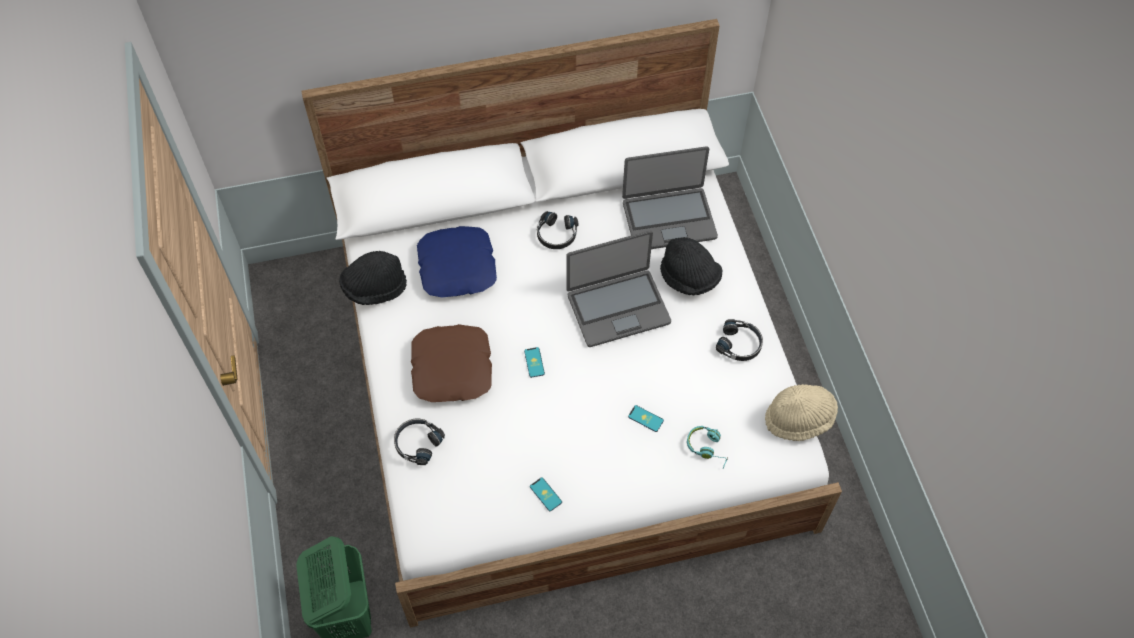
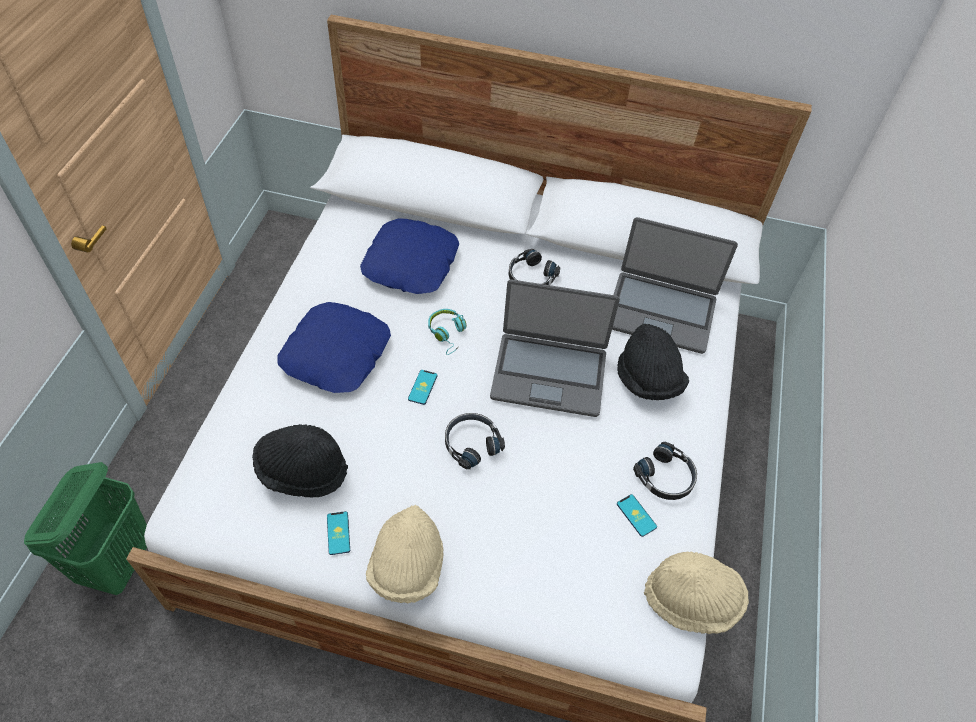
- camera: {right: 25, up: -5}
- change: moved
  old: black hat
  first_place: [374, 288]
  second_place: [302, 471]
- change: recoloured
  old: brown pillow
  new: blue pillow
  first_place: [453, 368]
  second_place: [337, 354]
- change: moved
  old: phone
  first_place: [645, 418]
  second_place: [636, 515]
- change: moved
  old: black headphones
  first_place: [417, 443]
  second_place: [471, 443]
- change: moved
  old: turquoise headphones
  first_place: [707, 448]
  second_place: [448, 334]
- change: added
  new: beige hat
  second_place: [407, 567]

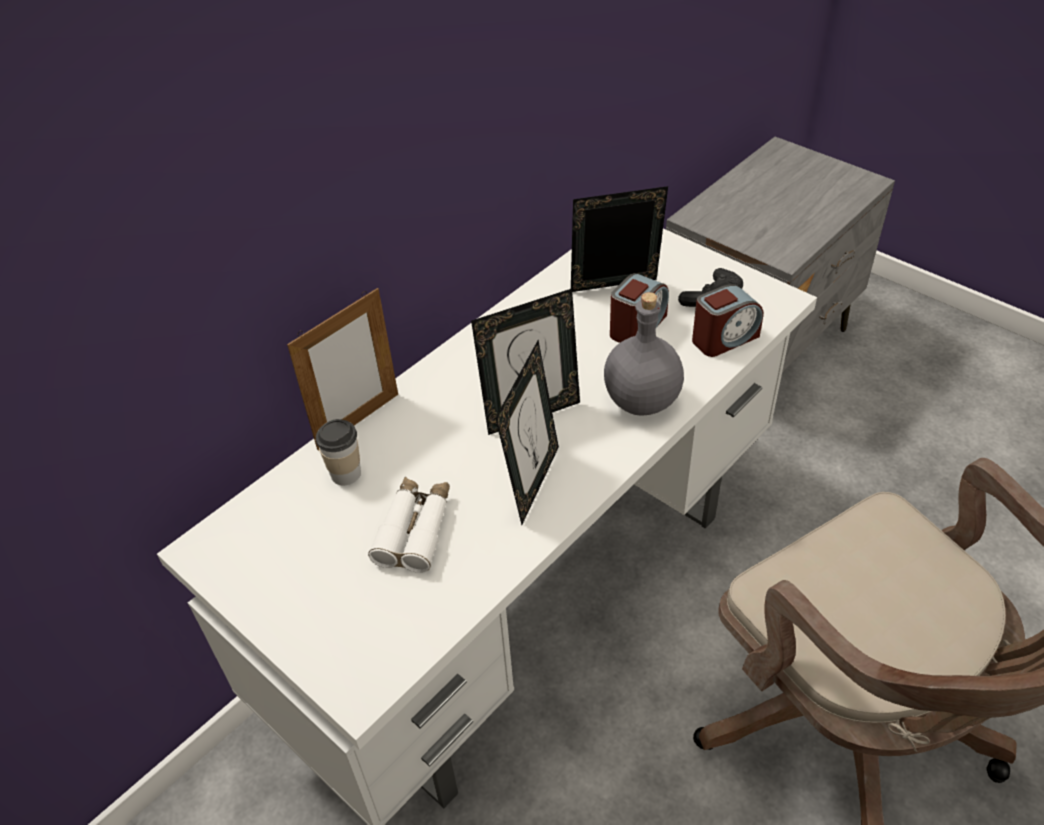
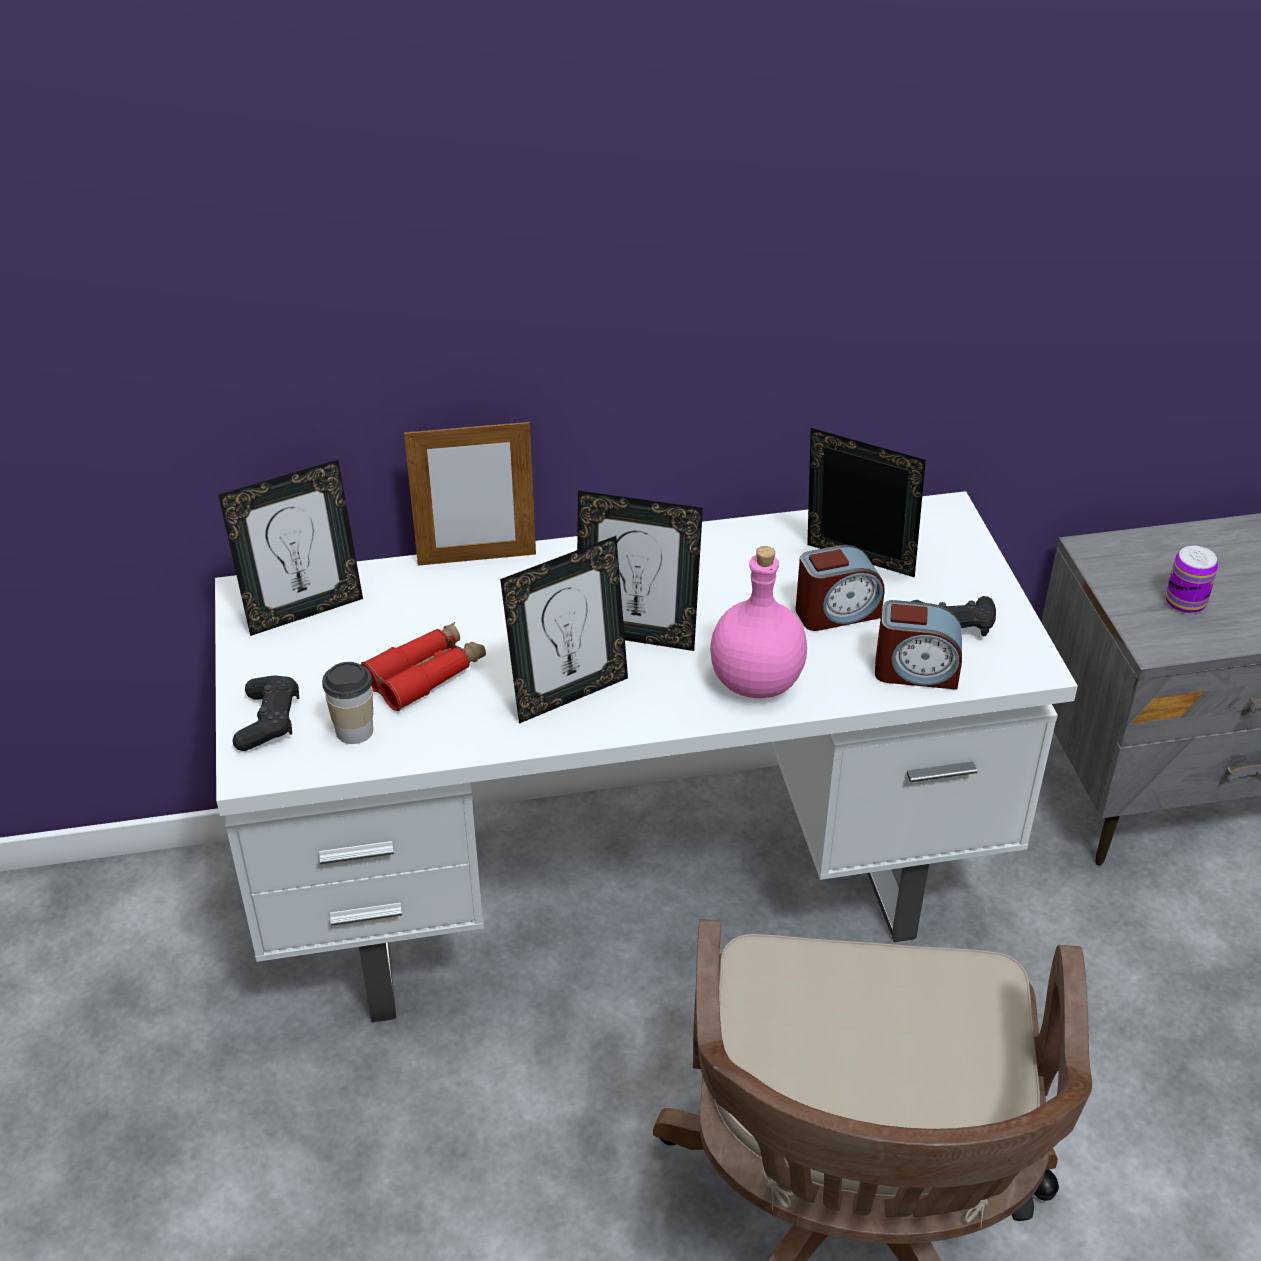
- camera: {right: 35, up: -5}
- change: recoloured
  old: grey bottle
  new: pink bottle
  first_place: [643, 401]
  second_place: [758, 683]
- change: moved
  old: cup
  first_place: [346, 473]
  second_place: [354, 731]
- change: recoloured
  old: white binoculars
  new: red binoculars
  first_place: [415, 530]
  second_place: [426, 674]
- change: added
  new: picture frame
  second_place: [303, 611]
- change: added
  new: can
  second_place: [1185, 602]
- change: added
  new: black game controller
  second_place: [269, 721]

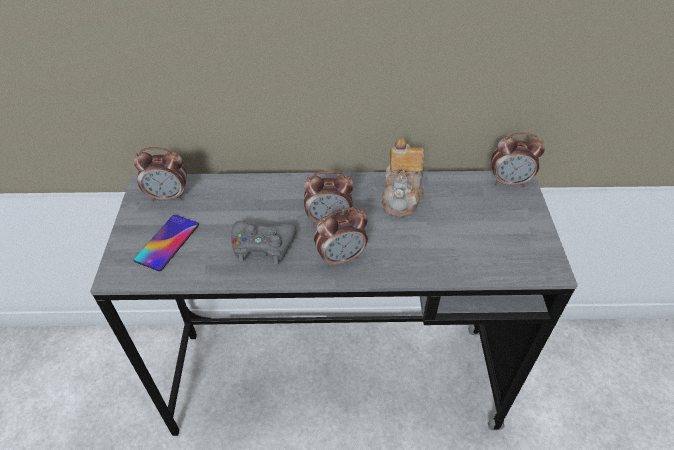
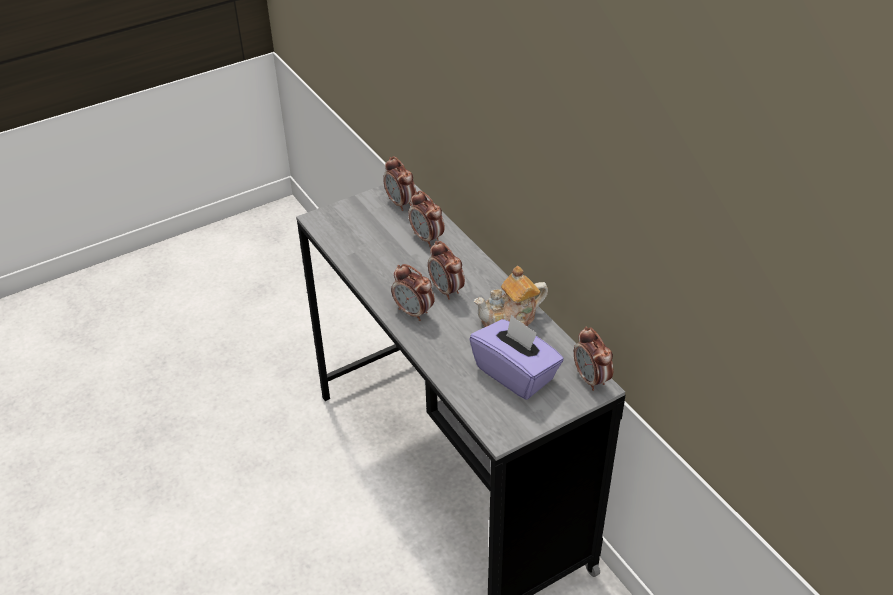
- camera: {right: 60, up: -5}
- change: removed
  old: phone
  first_place: [167, 242]
- change: removed
  old: grey game controller
  first_place: [262, 246]
- change: added
  new: alarm clock
  second_place: [427, 238]
- change: added
  new: purple tissue box
  second_place: [515, 373]

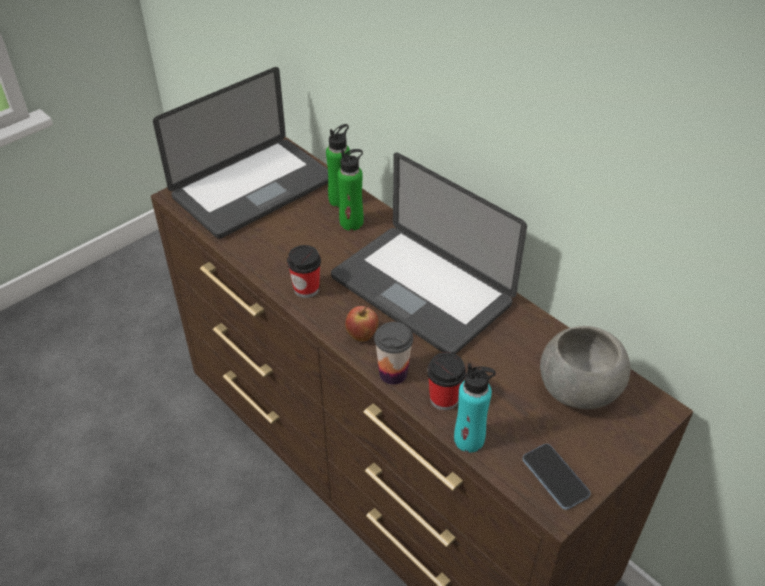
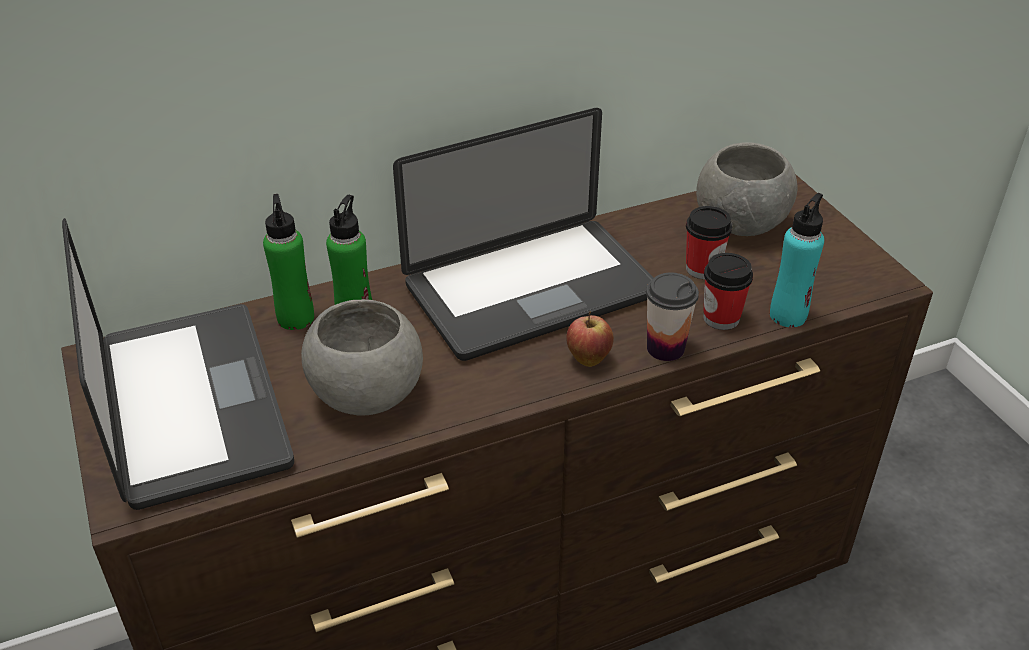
- camera: {right: -70, up: -5}
- change: moved
  old: cup
  first_place: [306, 289]
  second_place: [703, 269]
- change: removed
  old: phone
  first_place: [555, 477]
- change: added
  new: grey bowl
  second_place: [365, 394]

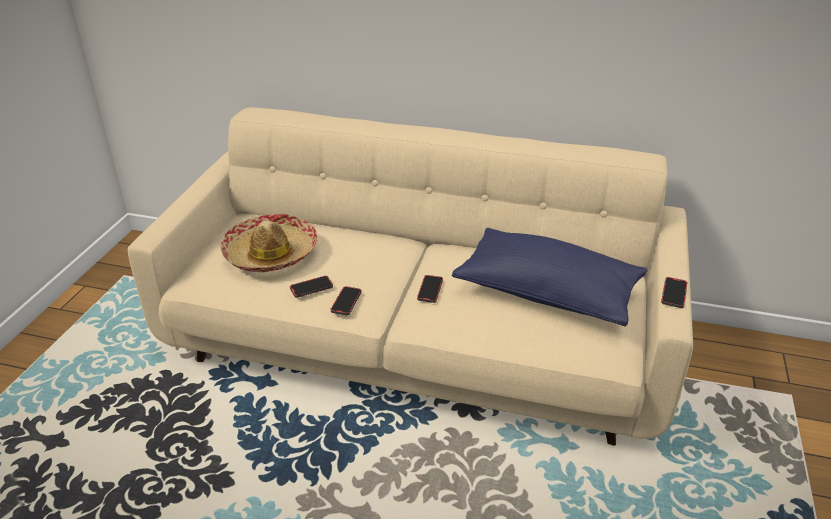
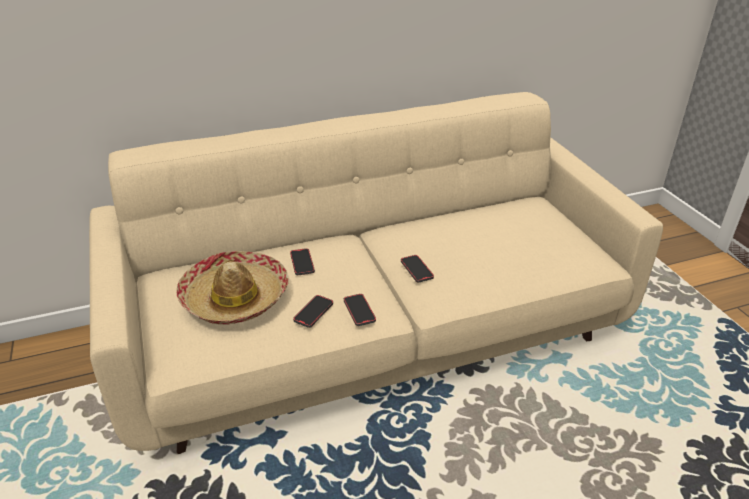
- camera: {right: -35, up: 0}
- change: removed
  old: blue pillow
  first_place: [547, 293]
- change: moved
  old: phone
  first_place: [673, 294]
  second_place: [302, 263]

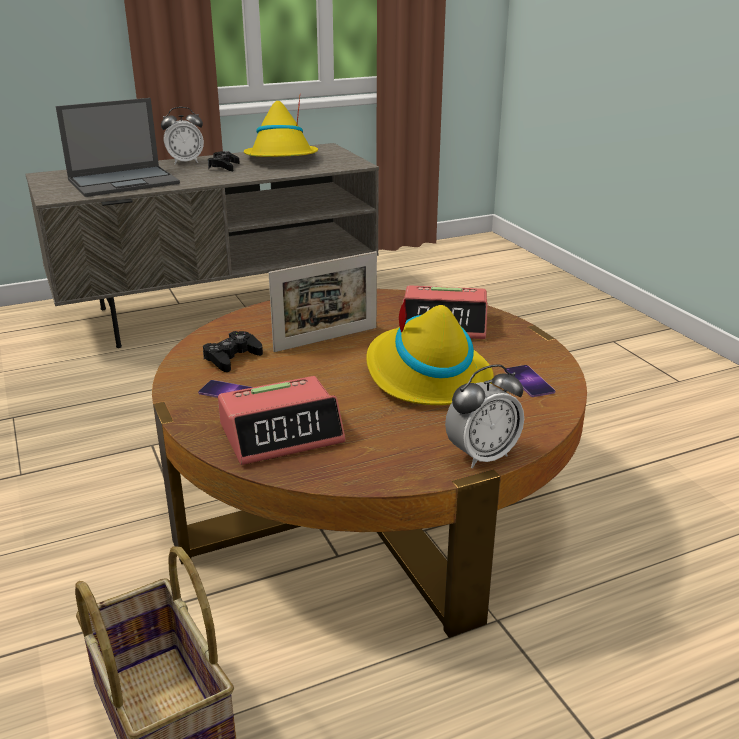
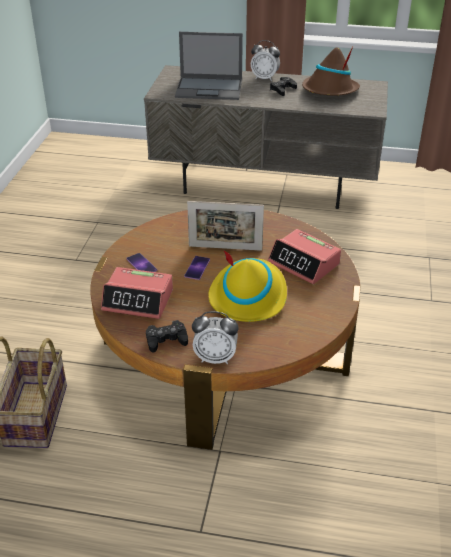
- camera: {right: 35, up: 10}
- change: recoloured
  old: yellow hat
  new: brown hat
  first_place: [282, 159]
  second_place: [329, 91]
- change: moved
  old: black game controller
  first_place: [232, 358]
  second_place: [166, 340]
- change: moved
  old: phone
  first_place: [529, 381]
  second_place: [197, 268]

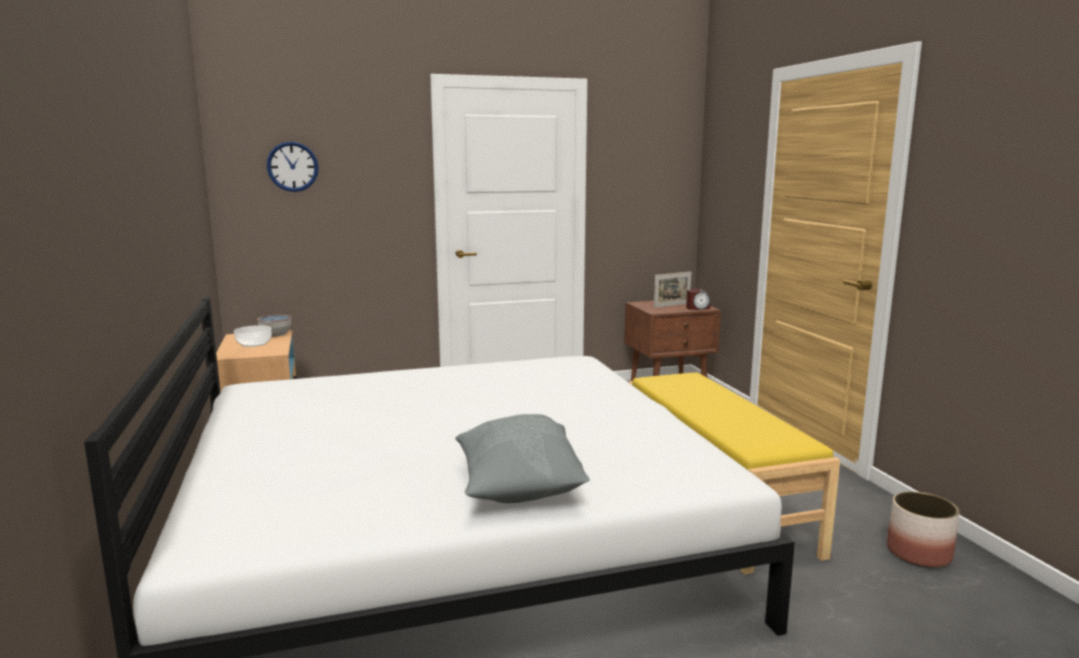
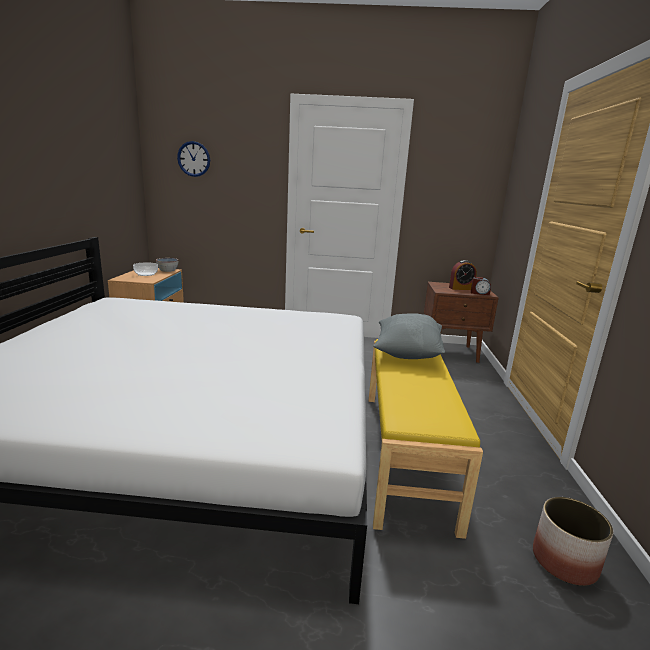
- camera: {right: 20, up: 5}
- change: replaced
  old: picture frame
  new: alarm clock
  first_place: [672, 305]
  second_place: [461, 288]
- change: moved
  old: grey pillow
  first_place: [519, 489]
  second_place: [407, 353]

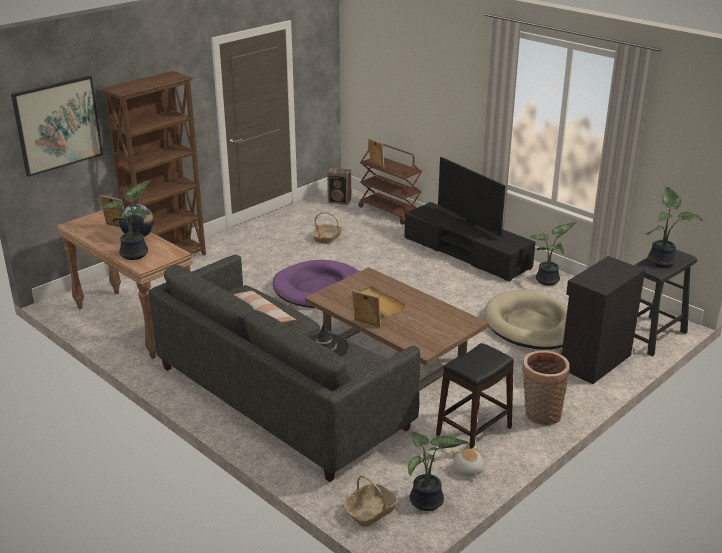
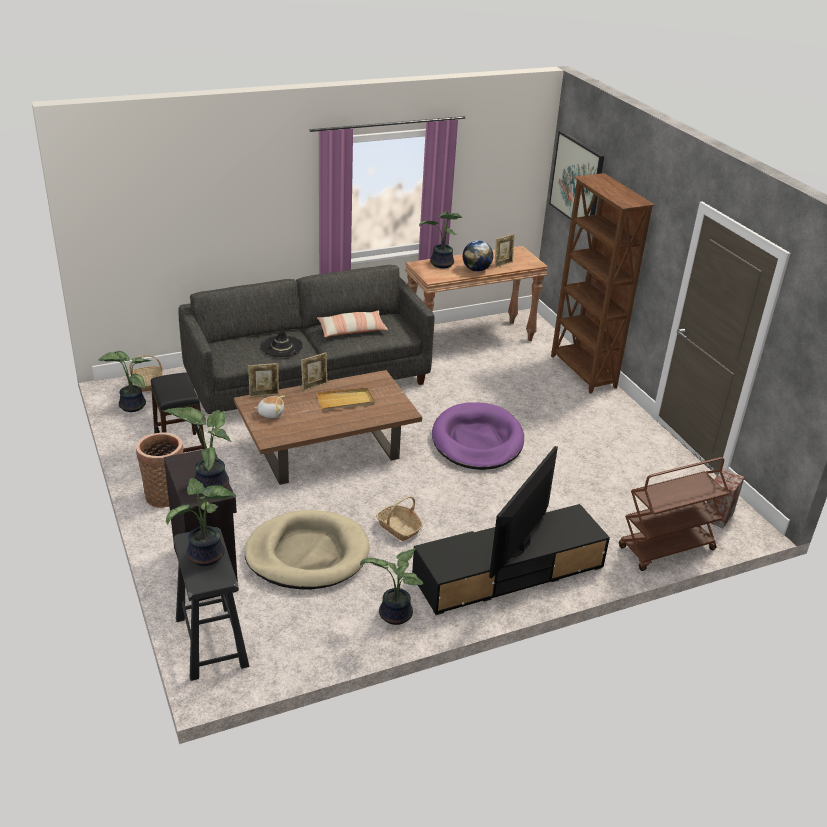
- camera: {right: 110, up: 5}
- change: moved
  old: picture frame
  first_place: [376, 165]
  second_place: [264, 394]
- change: turned
  old: television
  first_place: [469, 223]
  second_place: [521, 546]
  degrees: -45
- change: moved
  old: basket
  first_place: [327, 238]
  second_place: [399, 528]
- change: moved
  old: plush toy
  first_place: [468, 470]
  second_place: [271, 413]
- change: added
  new: potted plant
  second_place: [210, 484]

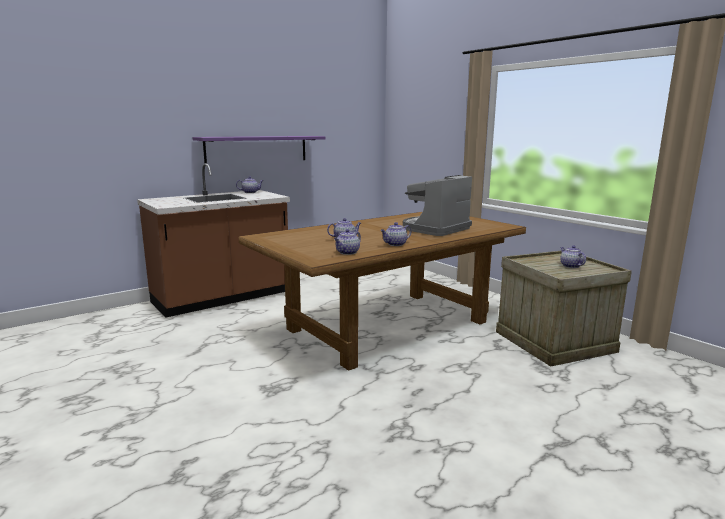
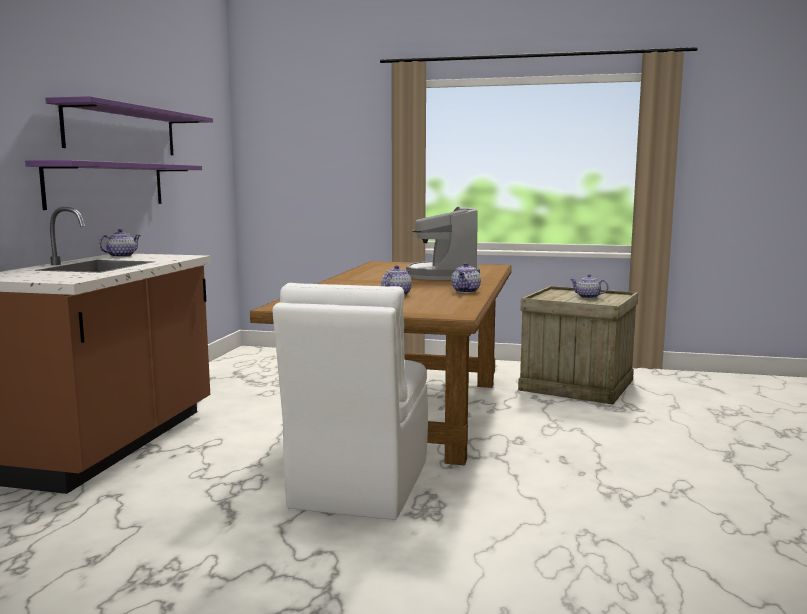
- camera: {right: -40, up: -5}
- change: removed
  old: teapot
  first_place: [347, 253]
- change: added
  new: purple shelf
  second_place: [122, 131]
- change: added
  new: white chair
  second_place: [359, 486]

